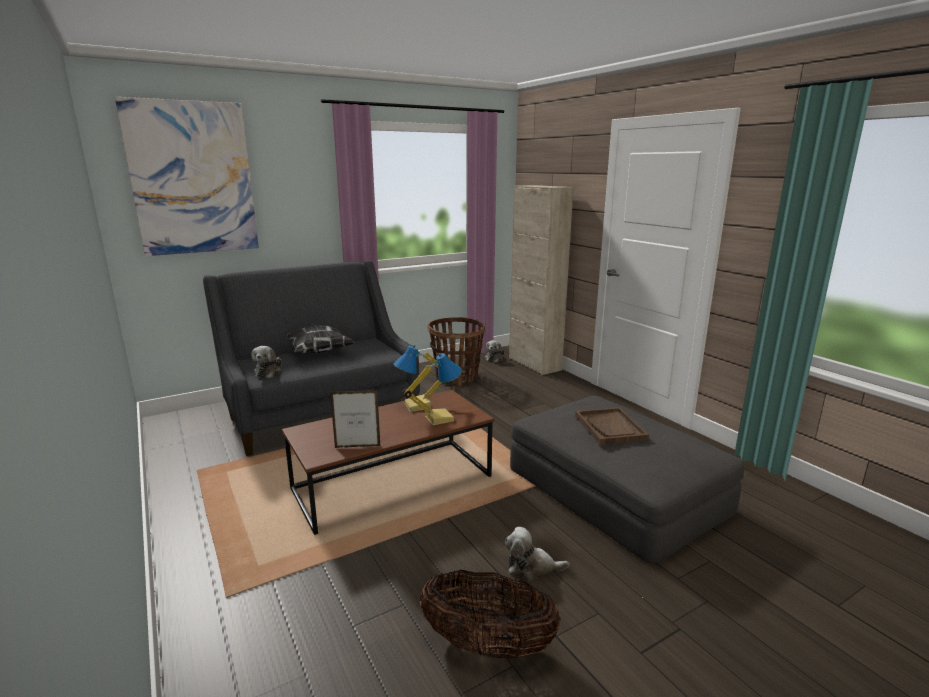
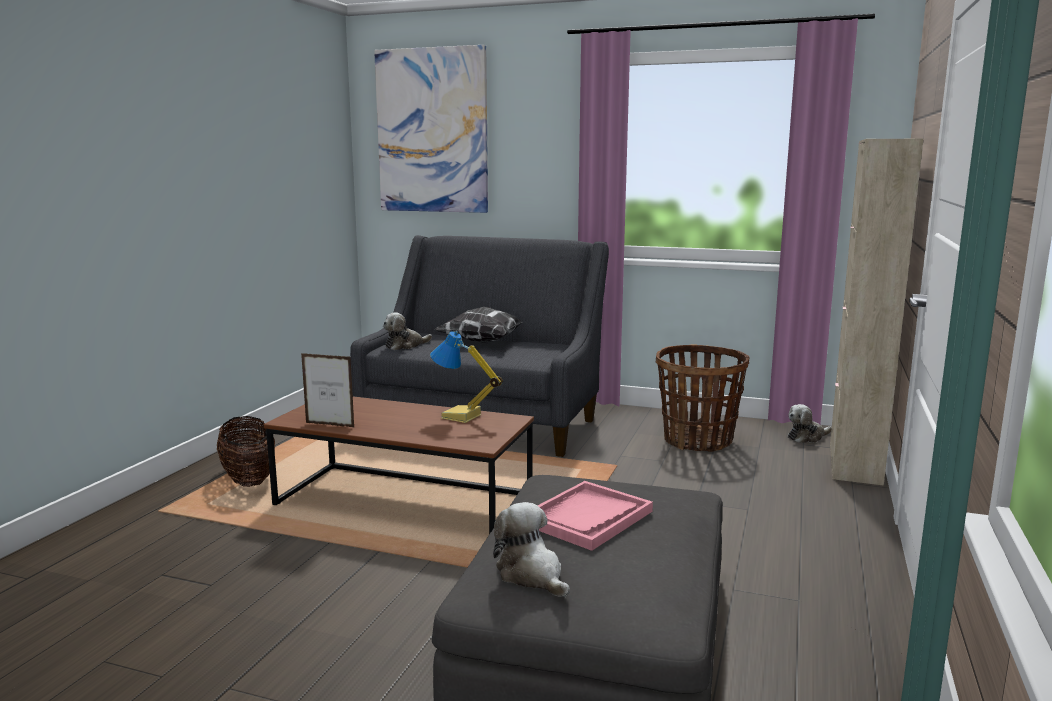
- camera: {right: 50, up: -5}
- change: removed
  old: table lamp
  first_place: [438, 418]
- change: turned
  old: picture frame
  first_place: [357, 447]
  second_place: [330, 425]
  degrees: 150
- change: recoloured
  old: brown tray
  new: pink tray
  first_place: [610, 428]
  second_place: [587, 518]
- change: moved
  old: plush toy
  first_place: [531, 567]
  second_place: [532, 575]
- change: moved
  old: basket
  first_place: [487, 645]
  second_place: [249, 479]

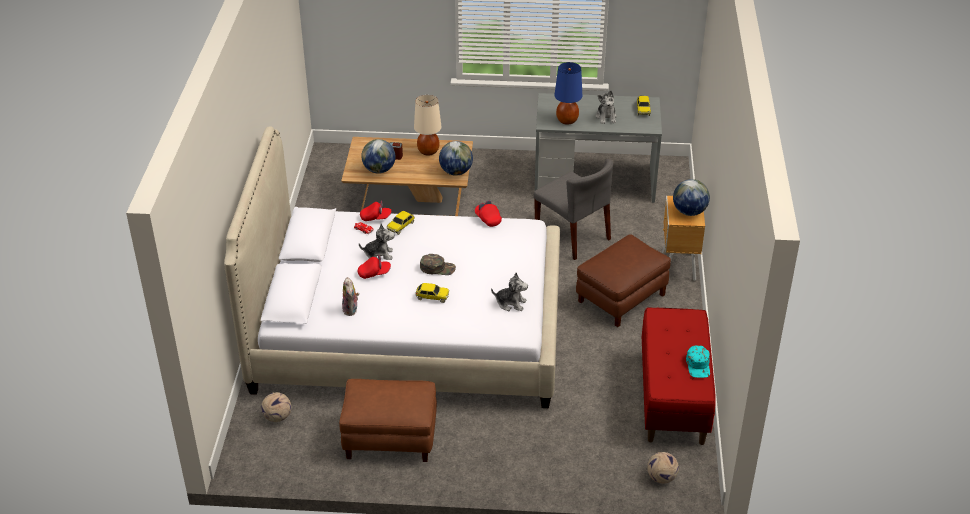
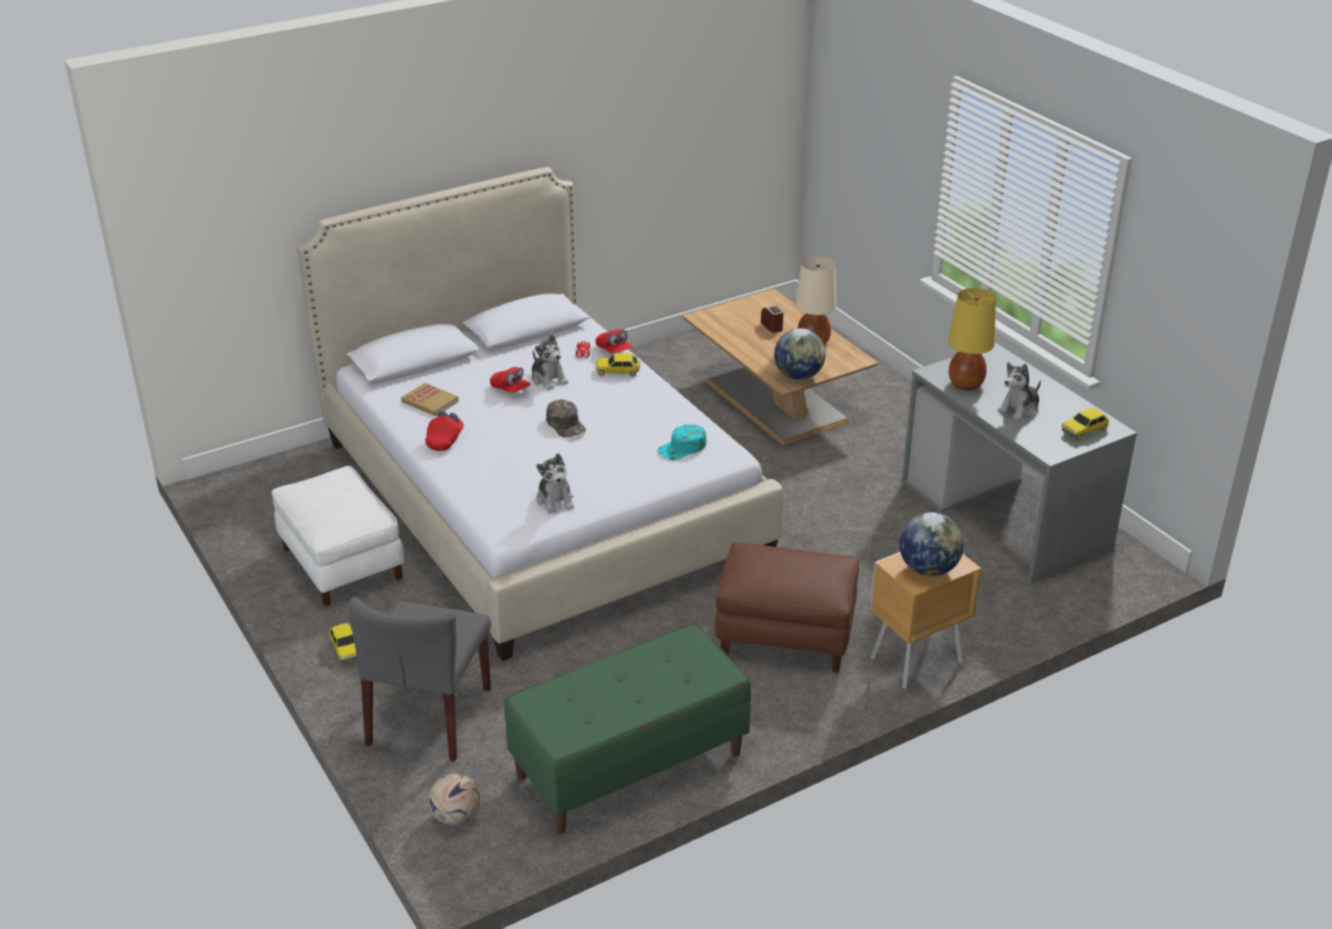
- camera: {right: 55, up: -5}
- change: recoloured
  old: blue table lamp
  new: yellow table lamp
  first_place: [567, 120]
  second_place: [965, 384]
- change: removed
  old: globe
  first_place: [379, 170]
- change: moved
  old: grey chair
  first_place: [573, 236]
  second_place: [429, 717]
- change: moved
  old: red cap
  first_place: [488, 219]
  second_place: [445, 440]
- change: replaced
  old: plush toy
  new: book
  first_place: [351, 310]
  second_place: [430, 402]
- change: moved
  old: toy car
  first_place: [432, 297]
  second_place: [346, 649]
- change: recoloured
  old: red bench
  new: green bench
  first_place: [673, 397]
  second_place: [629, 765]
- change: moved
  old: turquoise cap
  first_place: [698, 365]
  second_place: [682, 448]
- change: recoloured
  old: brown ottoman
  new: white ottoman
  first_place: [389, 438]
  second_place: [341, 563]
- change: removed
  old: football
  first_place: [277, 417]

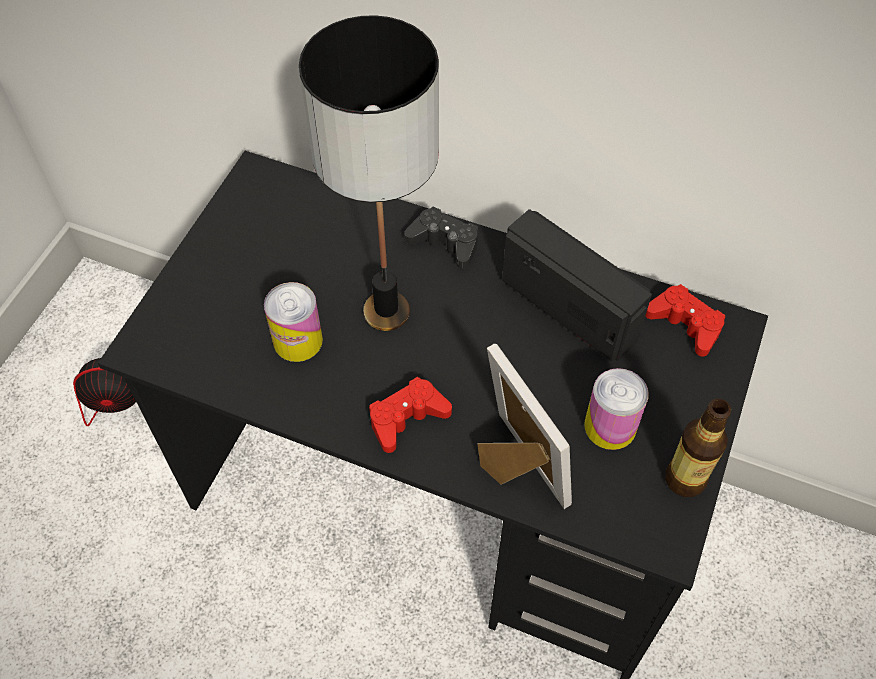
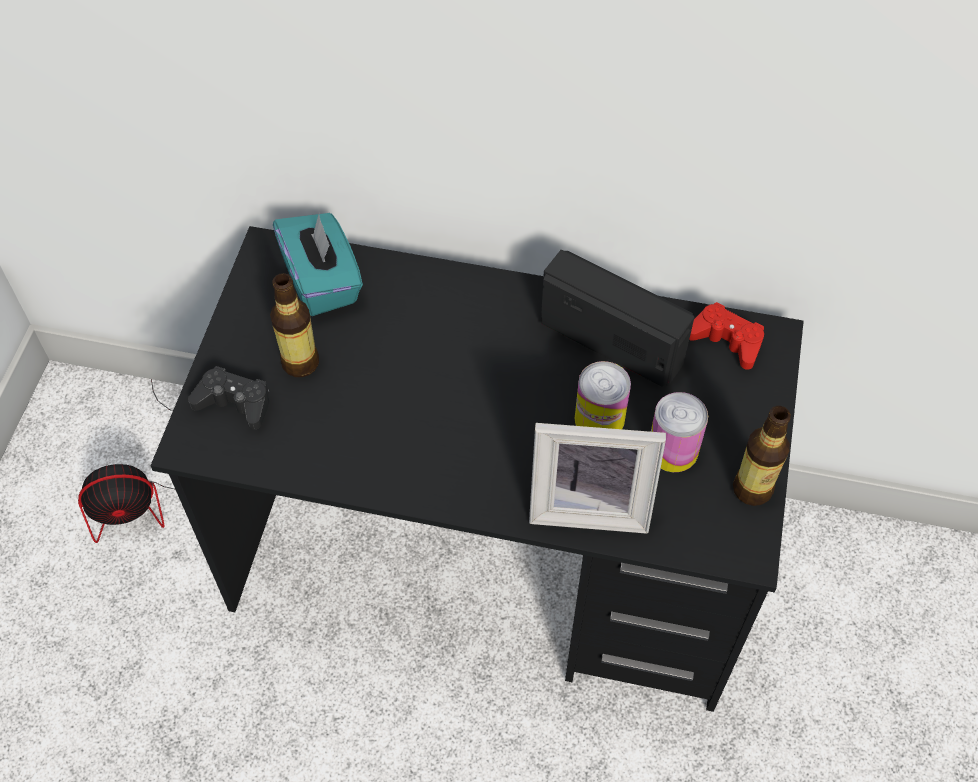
- camera: {right: -10, up: 0}
- change: removed
  old: table lamp
  first_place: [388, 311]
- change: moved
  old: black game controller
  first_place: [445, 242]
  second_place: [234, 402]
- change: moved
  old: can
  first_place: [298, 340]
  second_place: [599, 419]
- change: turned
  old: picture frame
  first_place: [514, 469]
  second_place: [589, 505]
  degrees: 135
- change: removed
  old: red game controller
  first_place: [407, 418]
- change: added
  new: turquoise tissue box
  second_place: [322, 281]
- change: added
  new: bottle
  second_place: [300, 363]

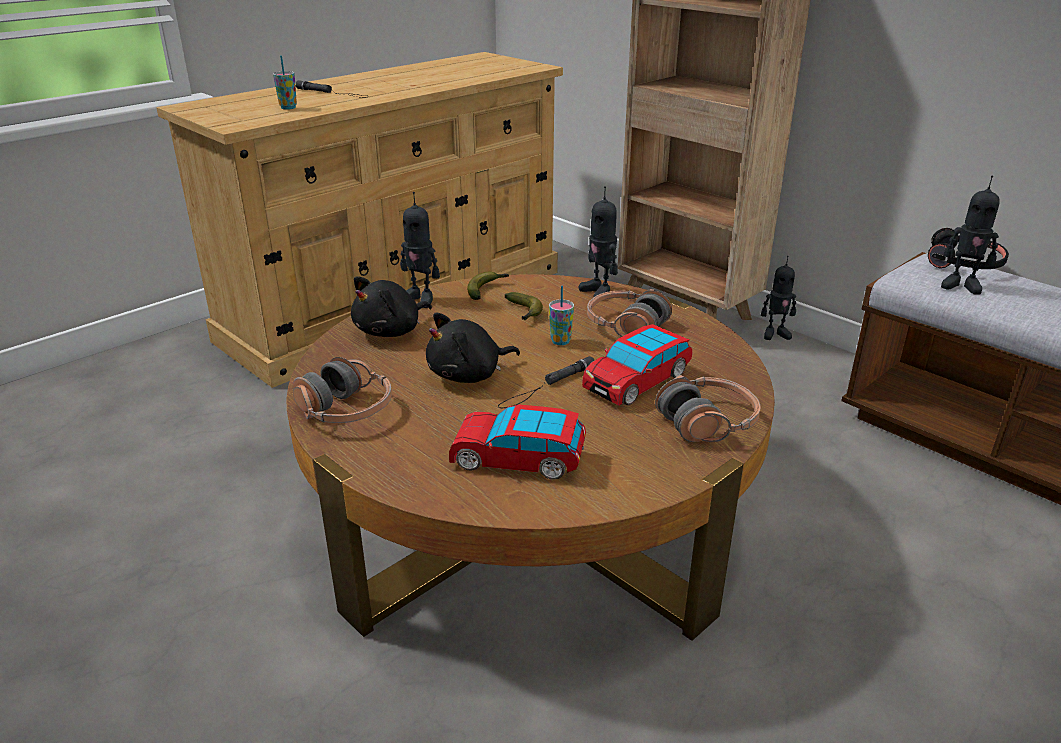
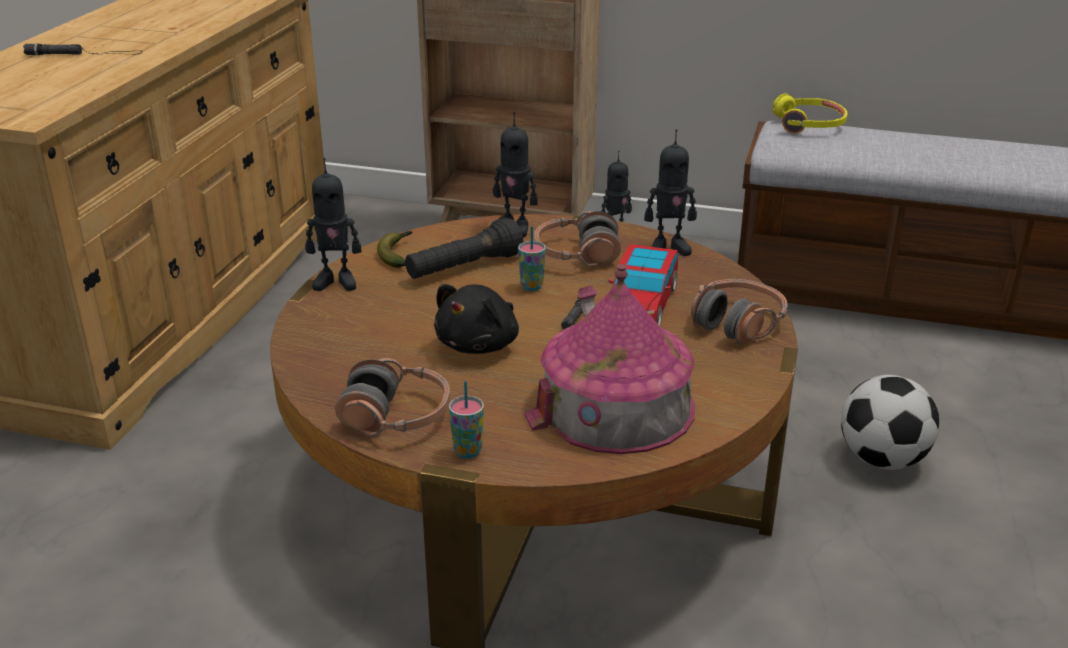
- camera: {right: -30, up: 0}
- change: moved
  old: cup
  first_place: [288, 108]
  second_place: [468, 451]
- change: moved
  old: toy robot
  first_place: [961, 286]
  second_place: [668, 248]
- change: recoloured
  old: black headphones
  new: yellow headphones
  first_place: [964, 263]
  second_place: [809, 124]
- change: removed
  old: black plush toy
  first_place: [391, 331]
- change: replaced
  old: banana
  new: black flashlight
  first_place: [524, 313]
  second_place: [464, 268]
- change: replaced
  old: toy car
  new: toy house
  first_place: [518, 459]
  second_place: [615, 406]
- change: added
  new: football
  second_place: [882, 460]

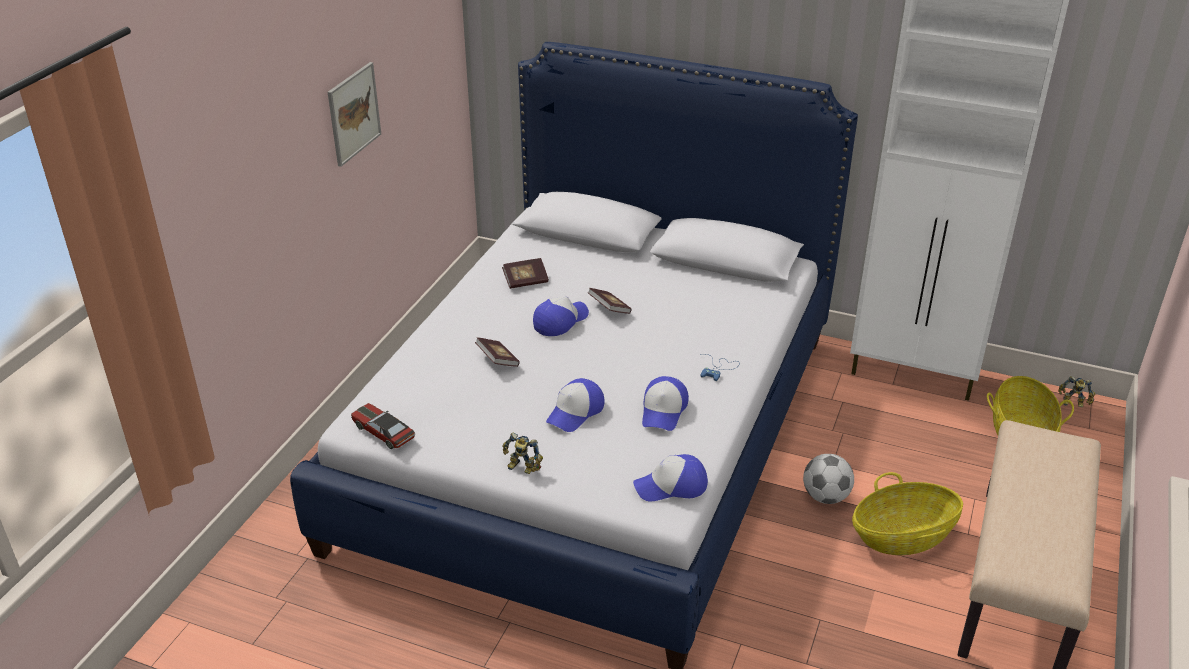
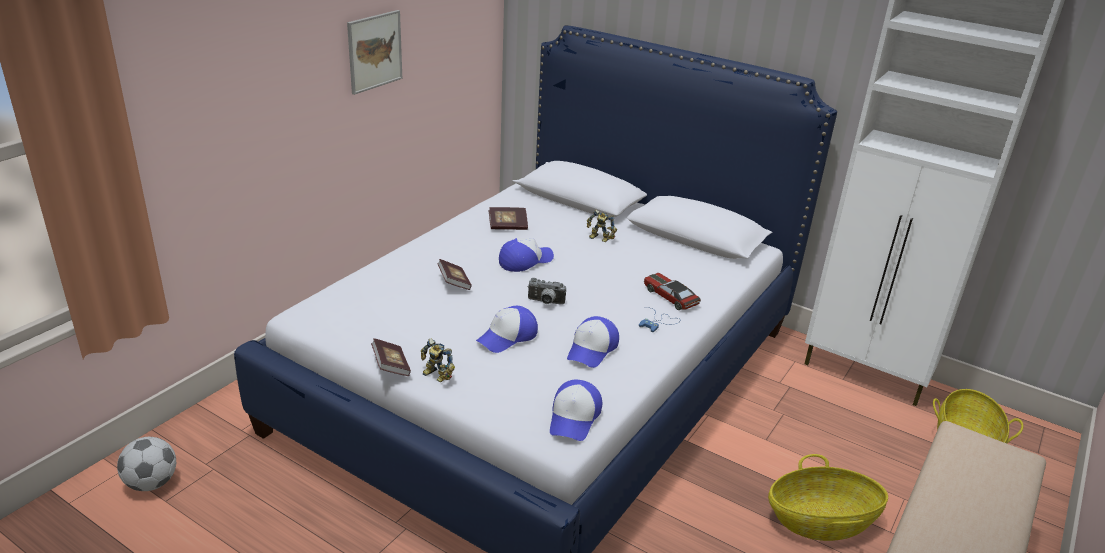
- camera: {right: 10, up: -5}
- change: moved
  old: book
  first_place: [609, 309]
  second_place: [391, 366]
- change: moved
  old: toy robot
  first_place: [1073, 404]
  second_place: [599, 239]
- change: moved
  old: toy car
  first_place: [383, 431]
  second_place: [670, 297]
- change: turned
  old: cap
  first_place: [671, 486]
  second_place: [574, 417]
  degrees: -75
- change: moved
  old: football
  first_place: [825, 497]
  second_place: [151, 483]
- change: added
  new: photo camera
  second_place: [545, 302]

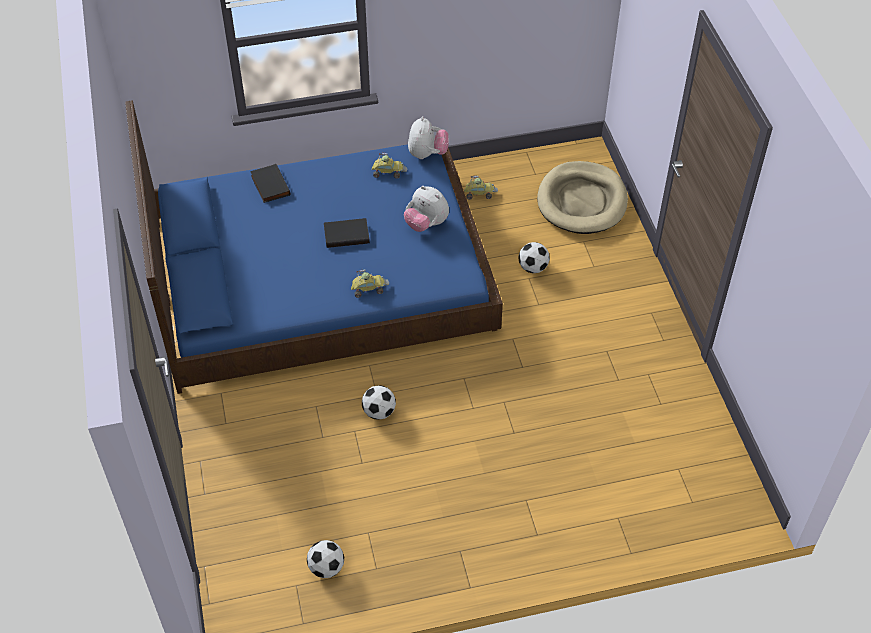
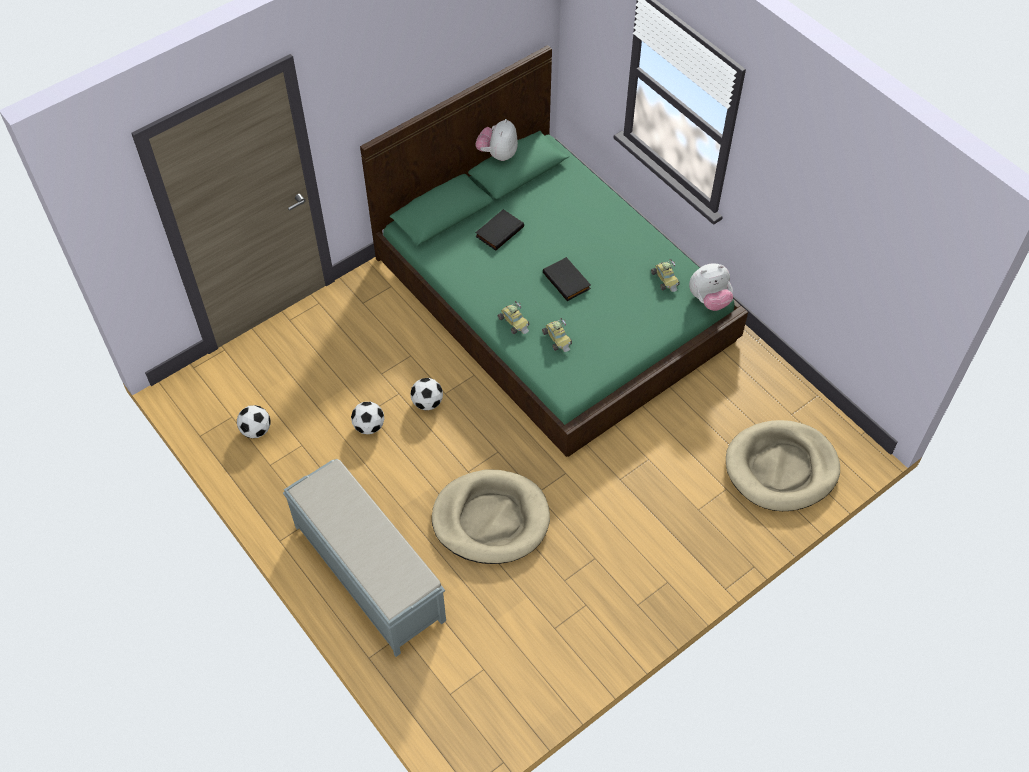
- camera: {right: 65, up: 5}
- change: recoloured
  old: blue bed
  new: green bed
  first_place: [320, 275]
  second_place: [553, 297]
- change: moved
  old: black book
  first_place: [269, 185]
  second_place: [499, 231]
- change: moved
  old: toy car
  first_place: [479, 193]
  second_place: [557, 338]
- change: moved
  old: plush toy
  first_place: [426, 224]
  second_place: [497, 154]
- change: moved
  old: football
  first_place: [533, 268]
  second_place: [369, 426]
- change: added
  new: grey bench
  second_place: [368, 572]
- change: added
  new: beige dog bed
  second_place: [491, 519]

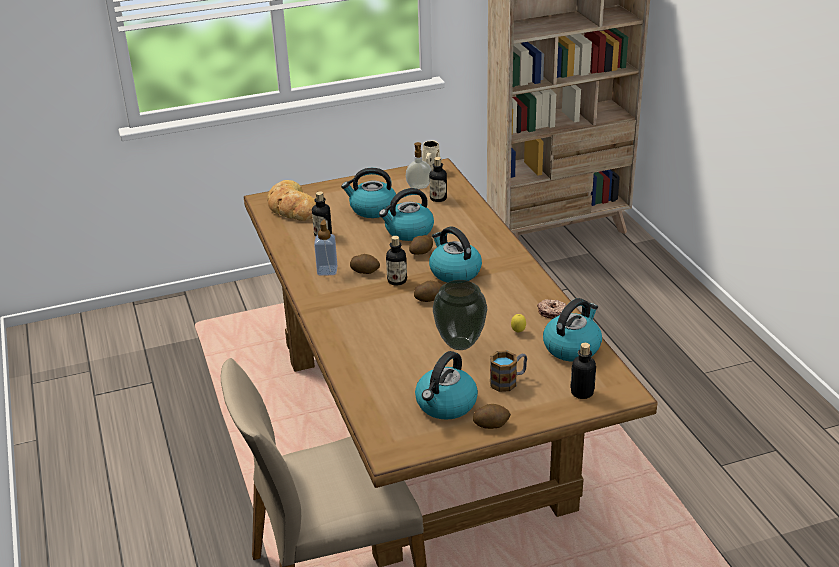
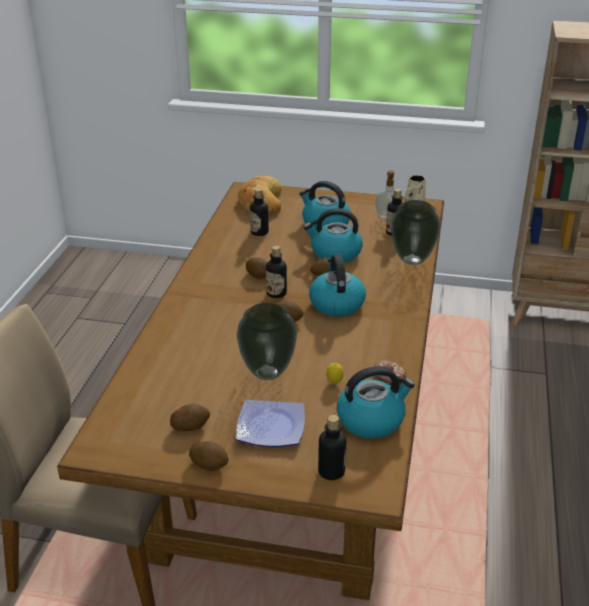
- camera: {right: 30, up: 0}
- change: removed
  old: soap dispenser
  first_place: [327, 270]
- change: replaced
  old: kettle
  new: potato
  first_place: [446, 405]
  second_place: [190, 426]
- change: replaced
  old: mug
  new: plate
  first_place: [508, 381]
  second_place: [272, 428]
- change: added
  new: vase
  second_place: [411, 260]

